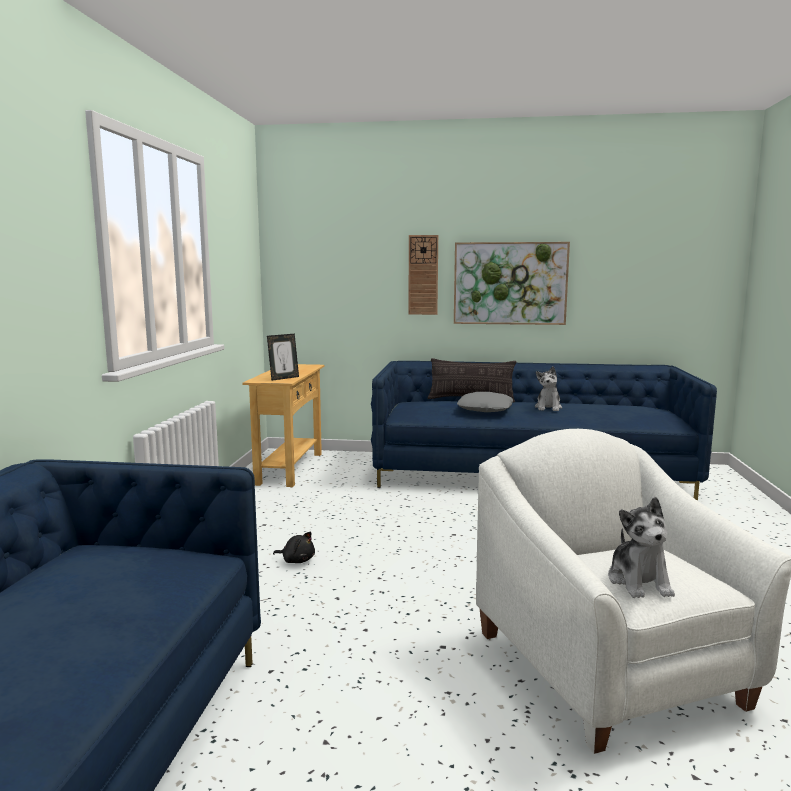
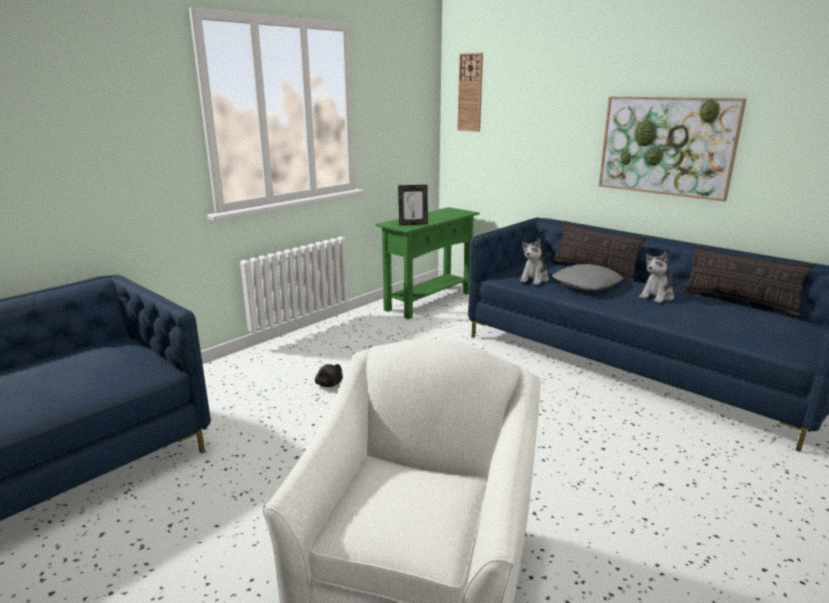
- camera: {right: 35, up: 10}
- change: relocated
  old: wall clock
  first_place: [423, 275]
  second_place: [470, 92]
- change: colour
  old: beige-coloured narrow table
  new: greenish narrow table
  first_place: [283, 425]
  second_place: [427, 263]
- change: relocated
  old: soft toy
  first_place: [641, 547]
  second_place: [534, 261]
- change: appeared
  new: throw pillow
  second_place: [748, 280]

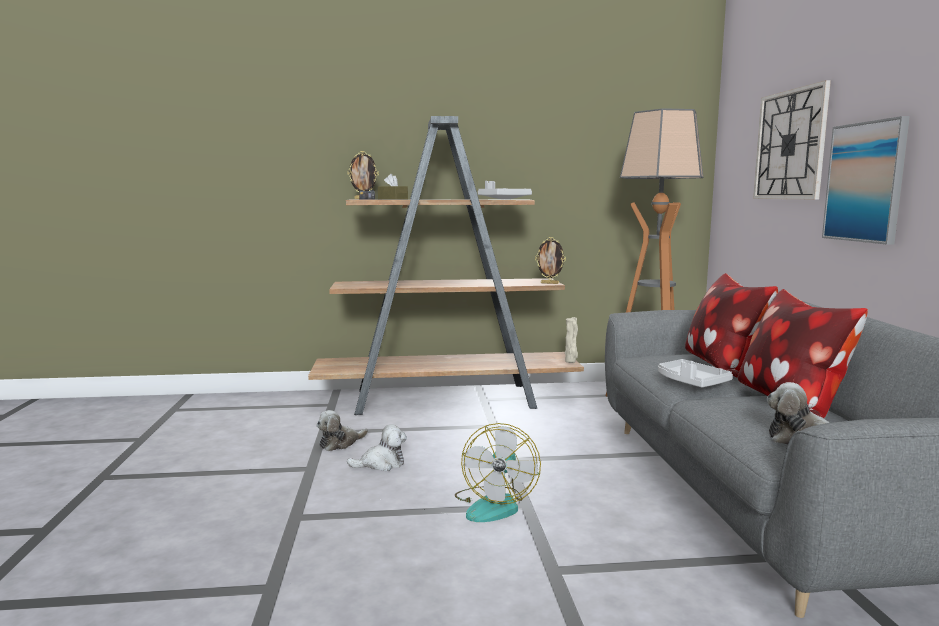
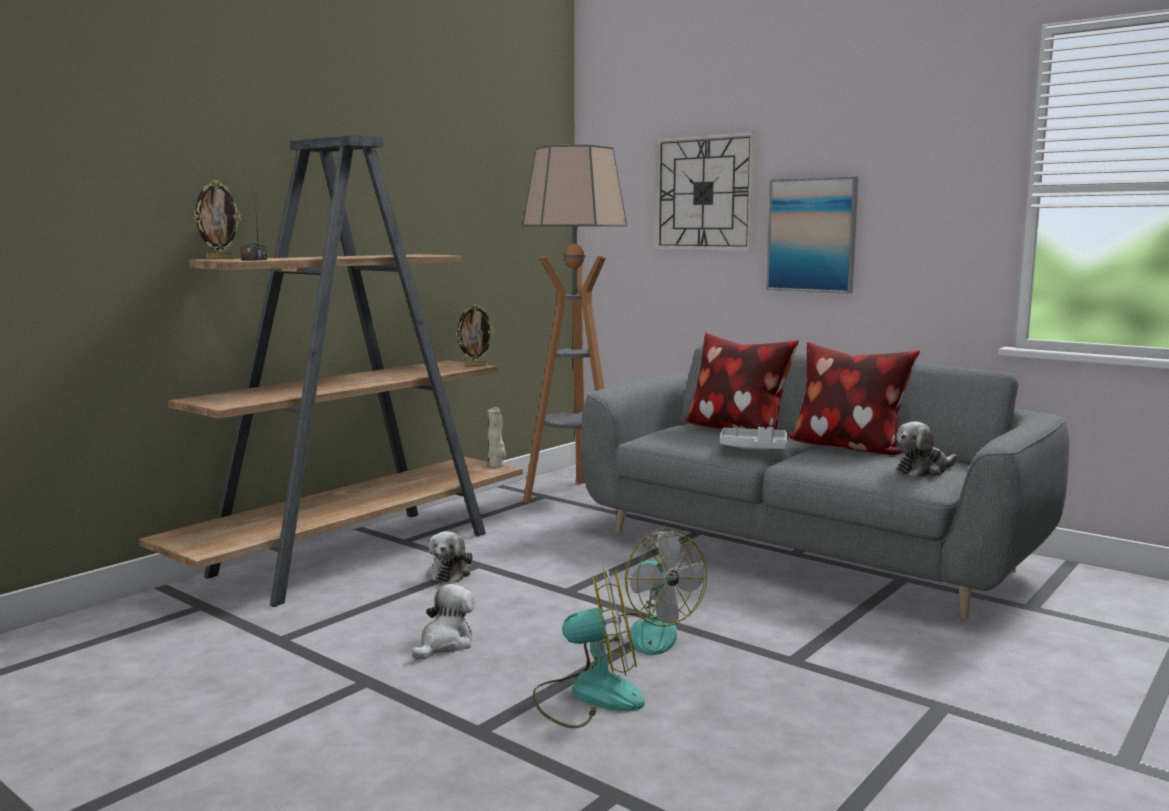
- camera: {right: -45, up: 0}
- change: missing
  old: brownish tissue holder
  first_place: [393, 187]
- change: missing
  old: gray tray
  first_place: [505, 190]
- change: relocated
  old: soft toy
  first_place: [342, 430]
  second_place: [450, 556]
- change: appeared
  new: fan
  second_place: [589, 647]

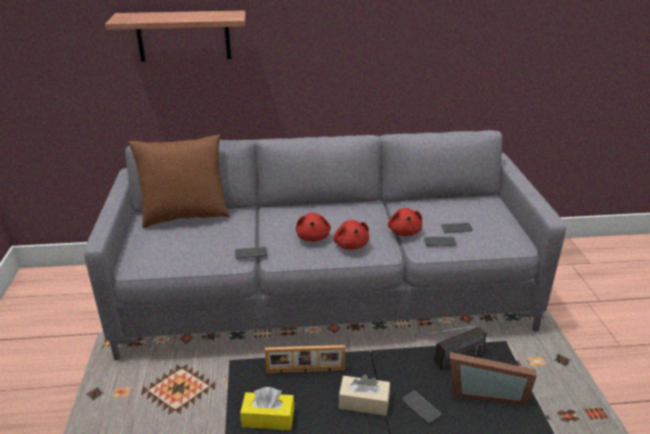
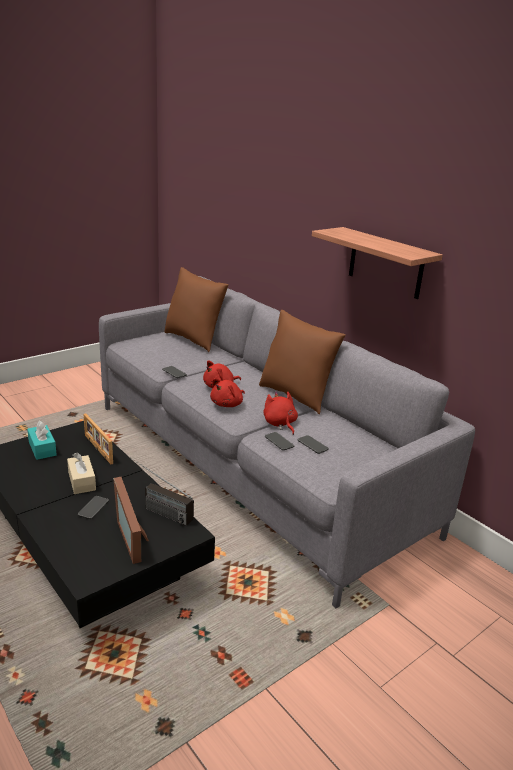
- camera: {right: 55, up: -5}
- change: relocated
  old: shelf
  first_place: [175, 35]
  second_place: [377, 263]
- change: spun
  old: reddish soft toy
  first_place: [405, 222]
  second_place: [281, 413]
  degrees: 105
- change: colour
  old: yellow-coloured tissue holder
  new: turquoise tissue holder
  first_place: [267, 408]
  second_place: [42, 440]
- change: appeared
  new: brownish throw pillow
  second_place: [302, 362]

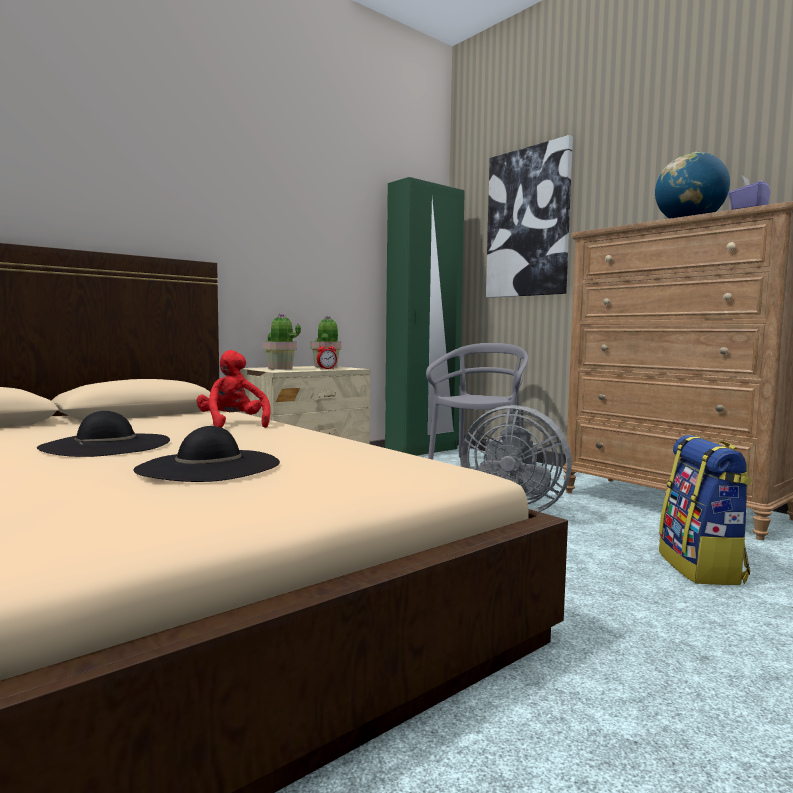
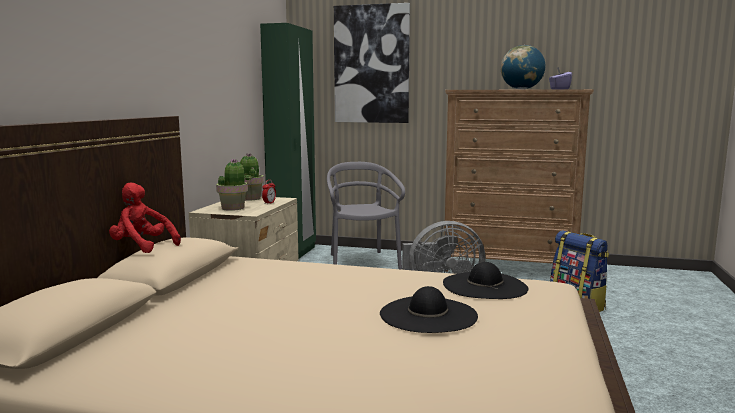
- camera: {right: -35, up: 5}
- change: relocated
  old: reddish soft toy
  first_place: [233, 389]
  second_place: [145, 217]
- change: relocated
  old: black-coloured wearable hat
  first_place: [103, 434]
  second_place: [485, 280]

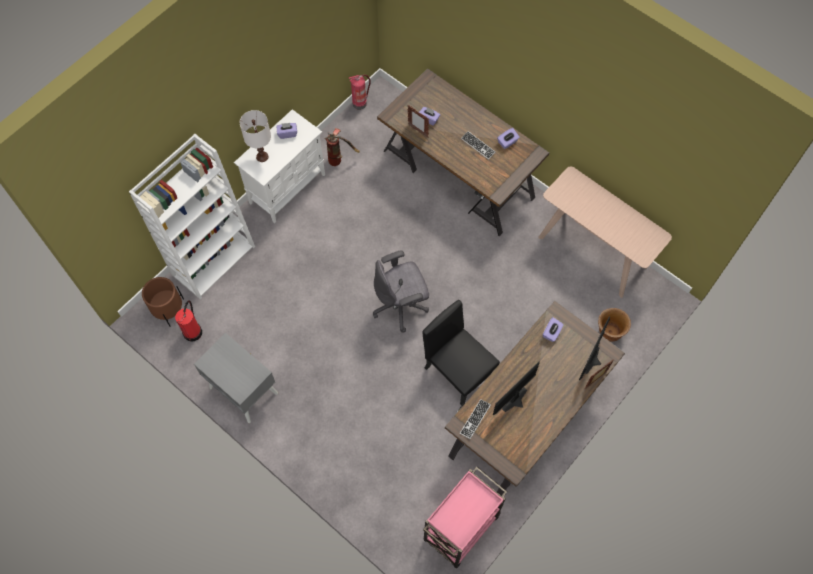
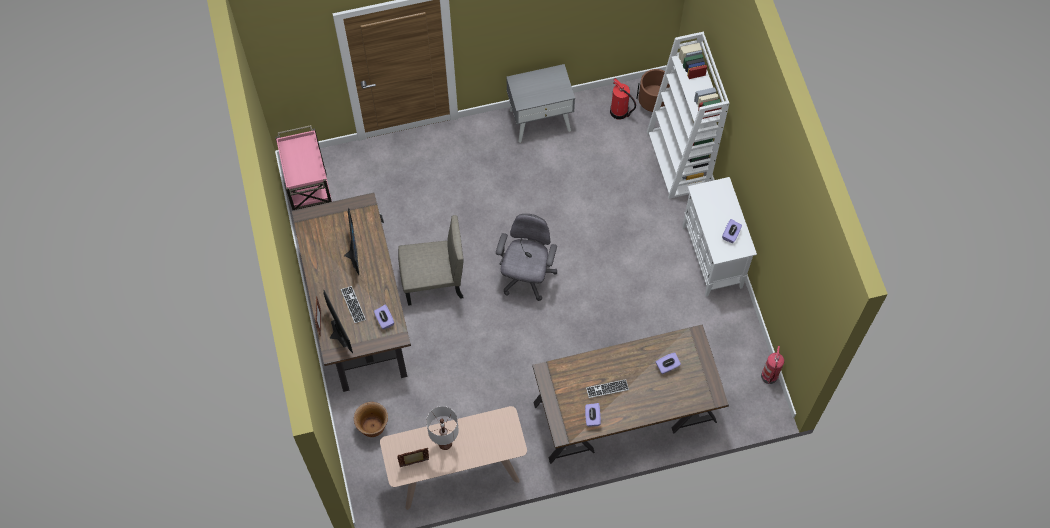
- camera: {right: 125, up: 0}
- change: relocated
  old: picture frame
  first_place: [418, 121]
  second_place: [413, 457]
- change: relocated
  old: whitish tabletop lamp
  first_place: [255, 136]
  second_place: [442, 428]
- change: missing
  old: extinguisher
  first_place: [342, 147]
- change: colour
  old: black-coloured upright chair
  new: beige-coloured upright chair
  first_place: [461, 353]
  second_place: [431, 260]
- change: relocated
  old: keyboard
  first_place: [475, 419]
  second_place: [353, 304]

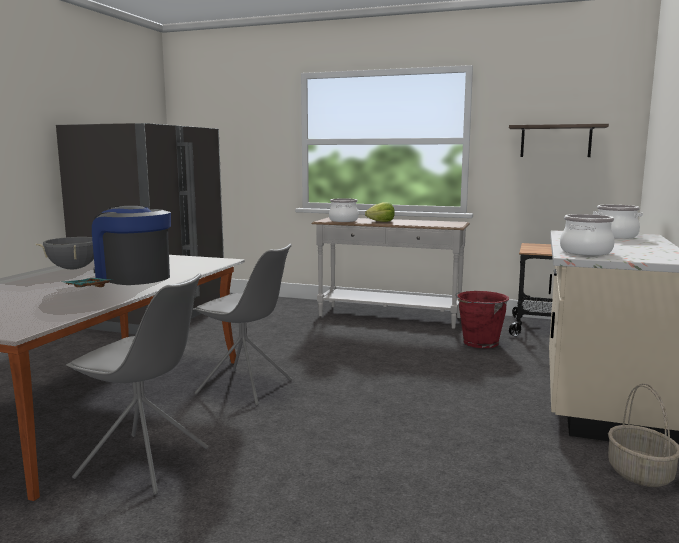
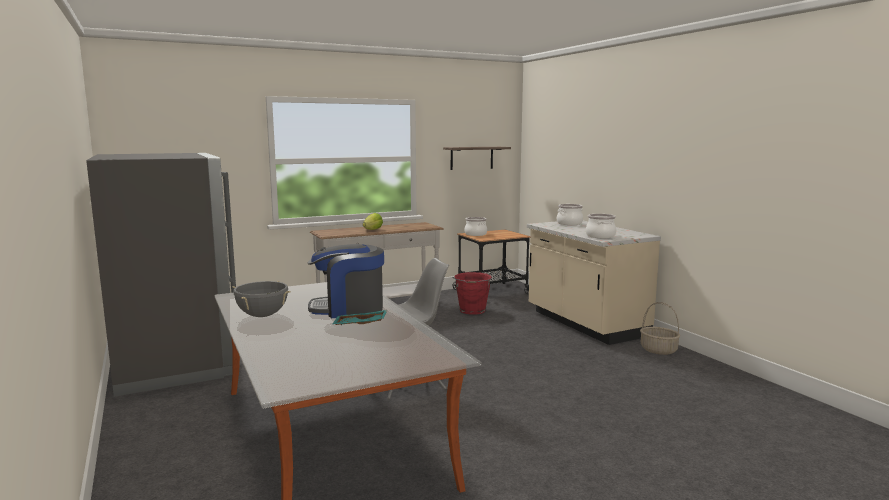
- camera: {right: -45, up: 0}
- change: relocated
  old: cooking pot
  first_place: [344, 210]
  second_place: [476, 226]
- change: missing
  old: gray upright chair
  first_place: [137, 384]

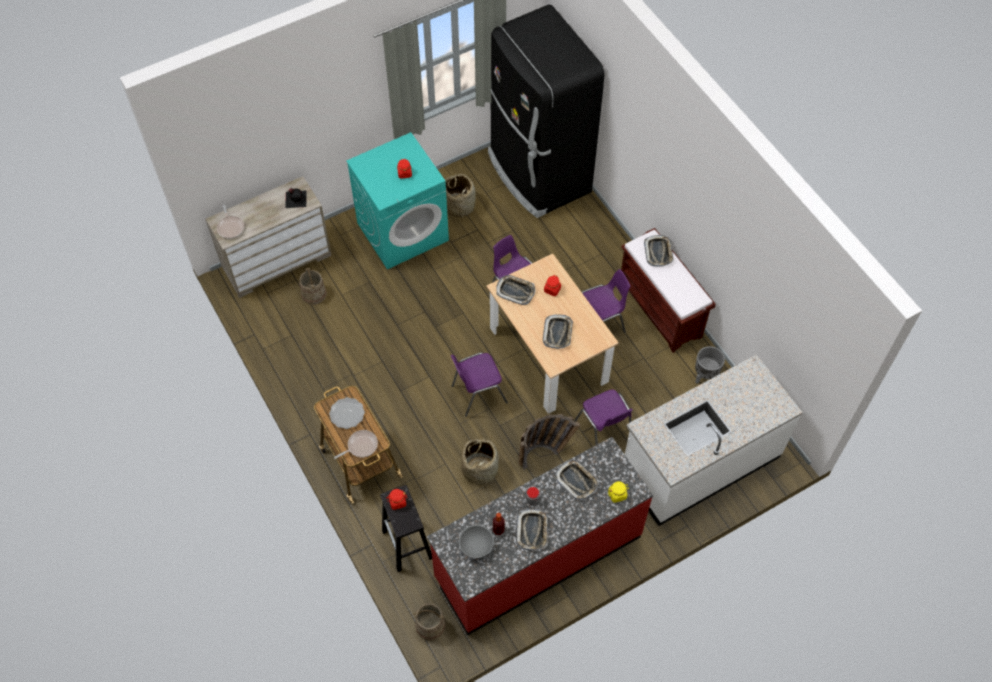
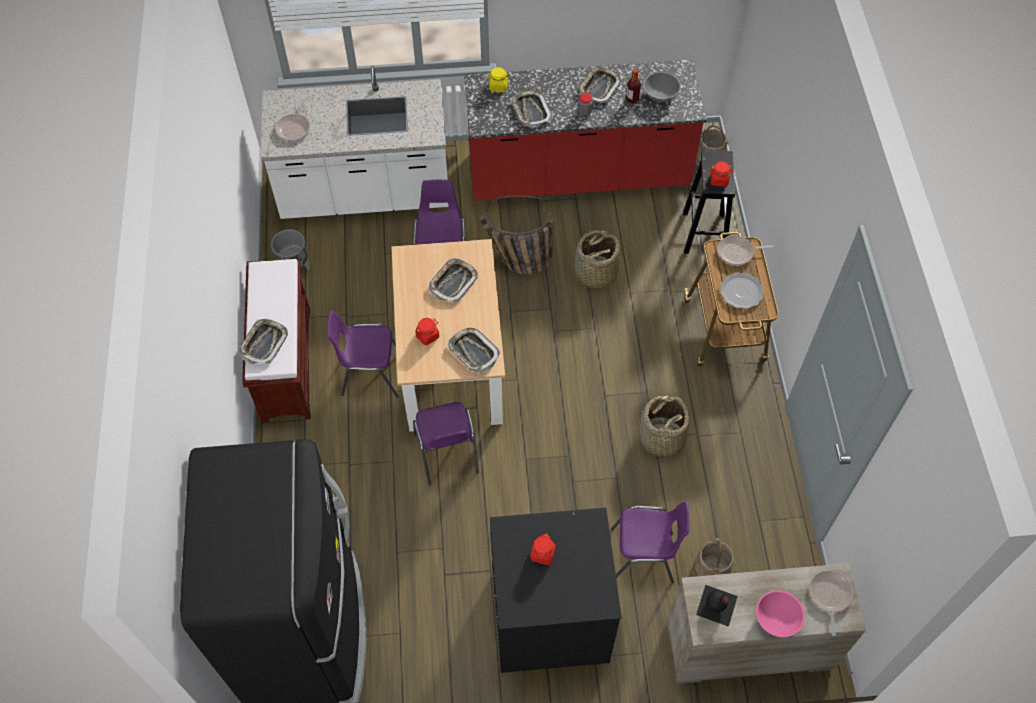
- camera: {right: -155, up: 0}
- change: colour
  old: turquoise laundry machine
  new: black-coloured laundry machine
  first_place: [397, 200]
  second_place: [556, 590]
- change: relocated
  old: storage basket
  first_place: [460, 196]
  second_place: [664, 429]
- change: relocated
  old: purple-coloured upright chair
  first_place: [479, 384]
  second_place: [650, 542]
- change: appeared
  new: skillet
  second_place: [292, 121]
- change: appeared
  new: pink serving bowl
  second_place: [780, 613]

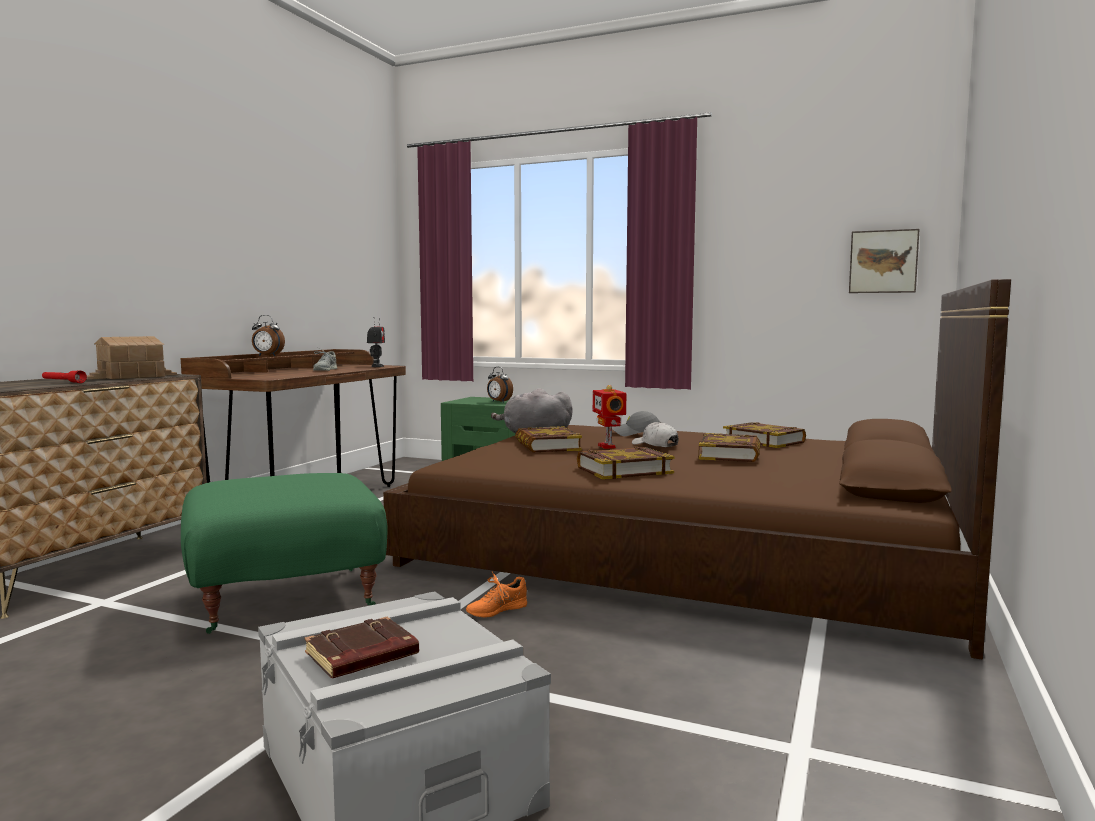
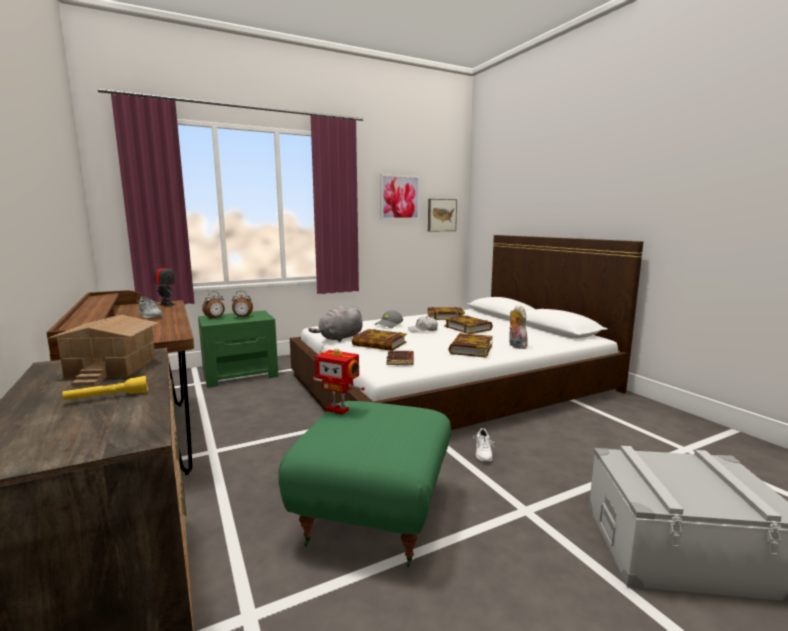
- camera: {right: -50, up: 5}
- change: colour
  old: brownish sleeping bed
  new: whitish sleeping bed
  first_place: [697, 469]
  second_place: [466, 332]
- change: relocated
  old: bedside clock
  first_place: [268, 335]
  second_place: [213, 305]
- change: colour
  old: reddish hand torch
  new: yellow-coloured hand torch
  first_place: [64, 376]
  second_place: [105, 388]
- change: relocated
  old: model robot
  first_place: [609, 417]
  second_place: [339, 382]
- change: colour
  old: orangey shoe
  new: whitish shoe
  first_place: [496, 595]
  second_place: [483, 444]
- change: relocated
  old: brownish book
  first_place: [361, 647]
  second_place: [400, 358]
- change: appeared
  new: wall art
  second_place: [400, 197]
- change: appeared
  new: soft toy
  second_place: [518, 327]

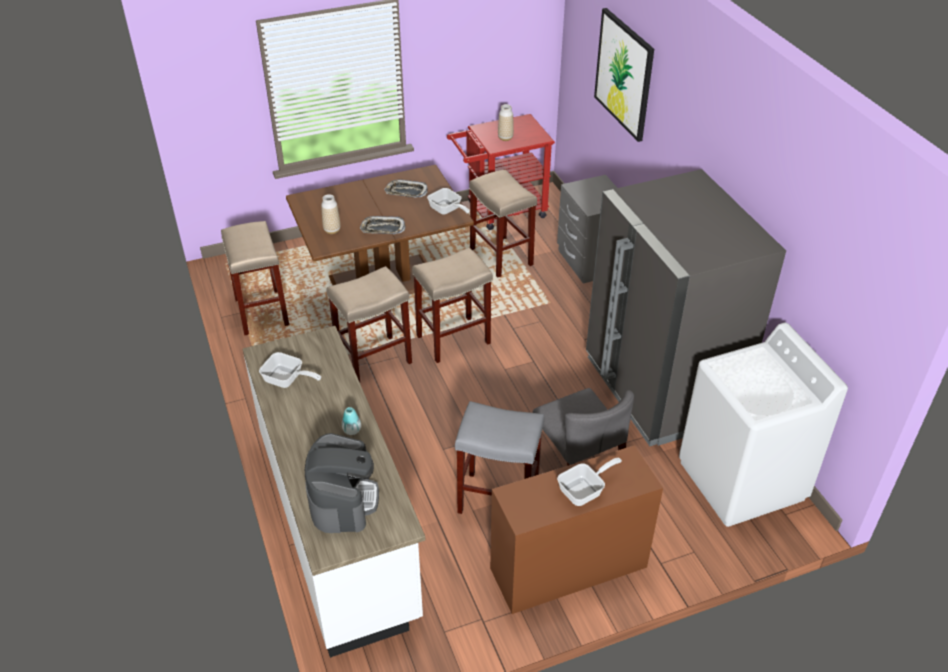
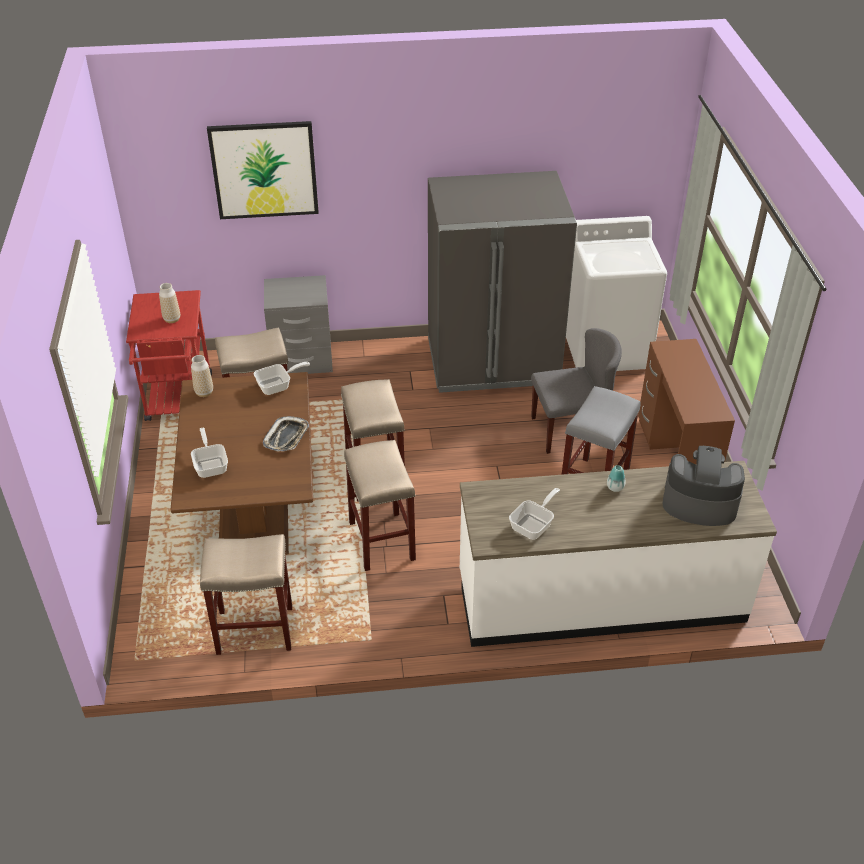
- camera: {right: -75, up: 0}
- change: missing
  old: tray
  first_place: [406, 189]
- change: relocated
  old: decorative vase
  first_place: [331, 214]
  second_place: [202, 376]
- change: relocated
  old: skillet
  first_place: [589, 482]
  second_place: [209, 453]

